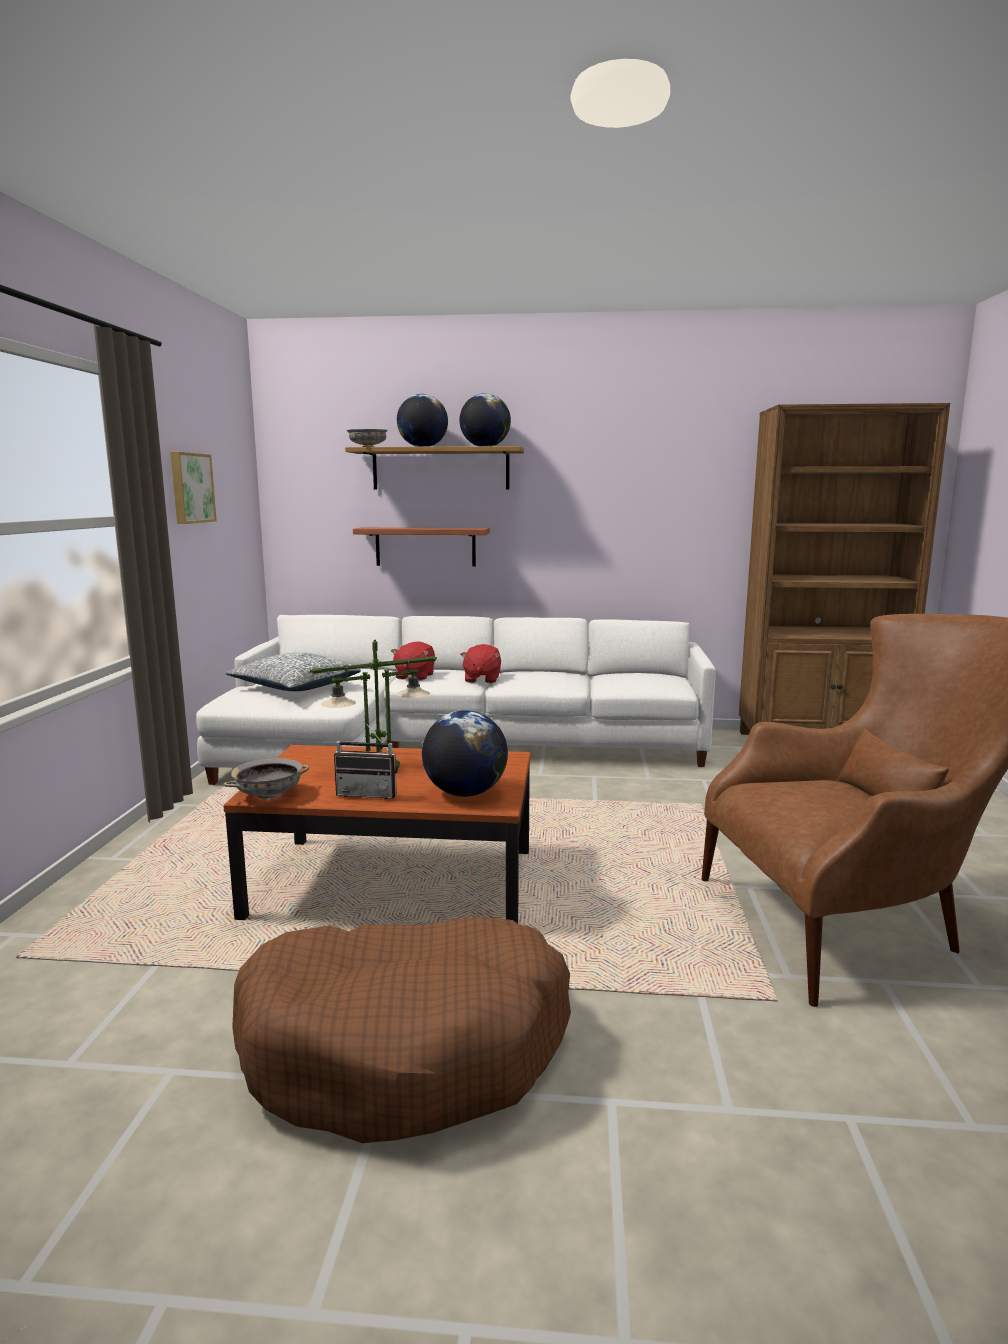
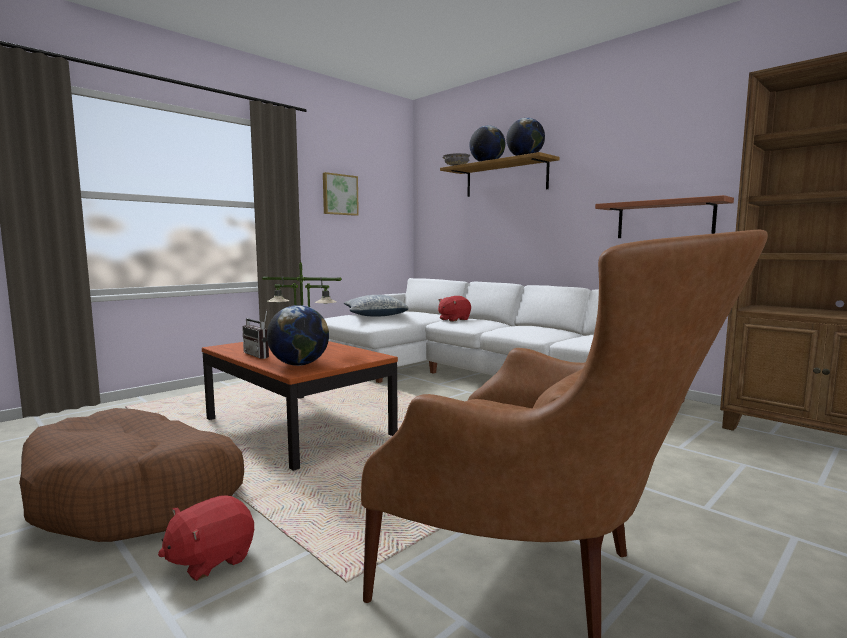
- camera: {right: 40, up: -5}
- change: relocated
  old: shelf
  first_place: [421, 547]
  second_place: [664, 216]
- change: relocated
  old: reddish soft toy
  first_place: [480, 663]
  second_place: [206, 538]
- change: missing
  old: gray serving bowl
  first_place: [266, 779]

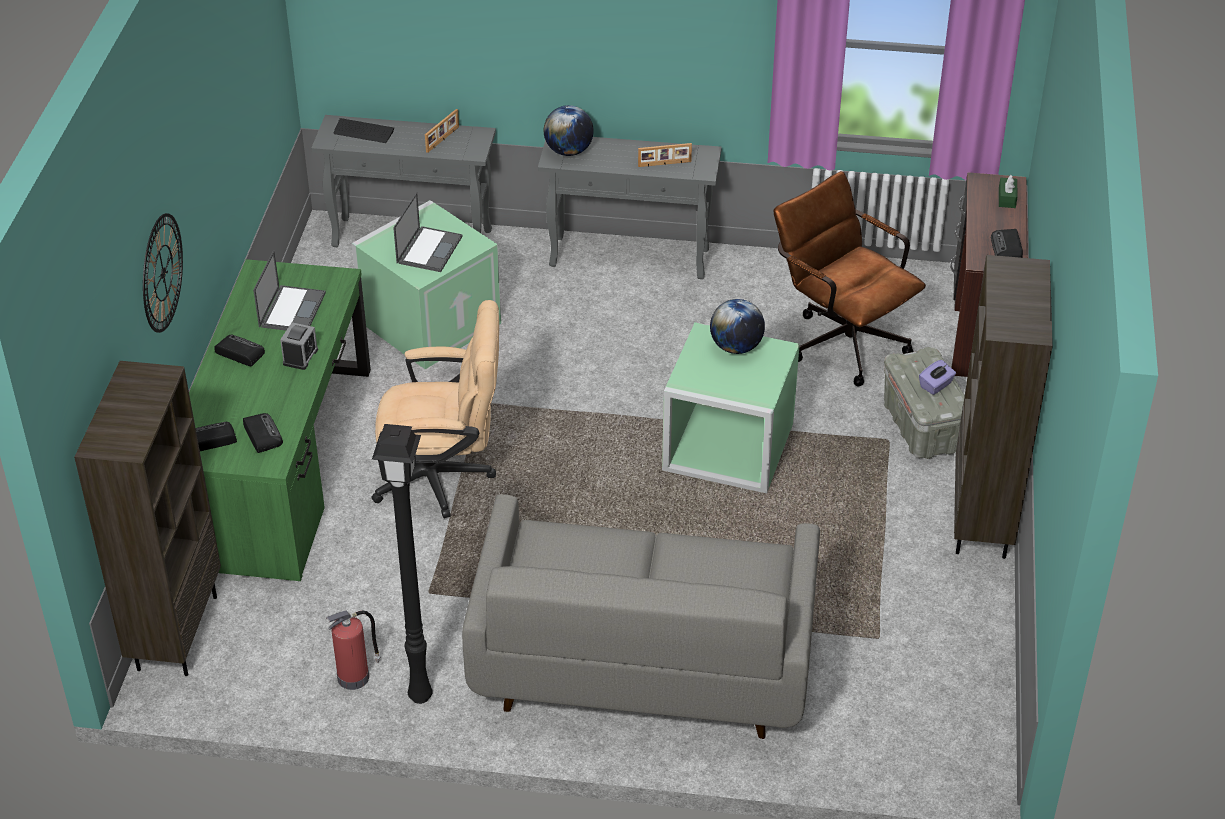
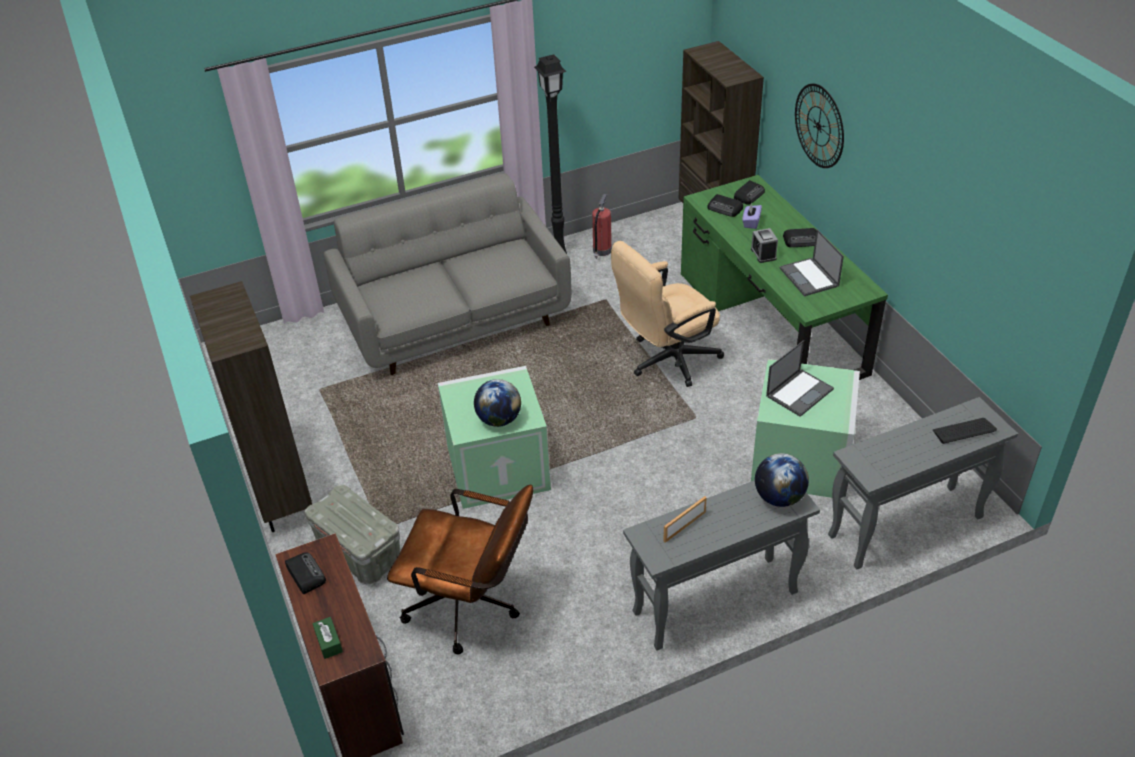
- camera: {right: 150, up: 0}
- change: missing
  old: picture frame
  first_place: [442, 131]
- change: spun
  old: portable computer
  first_place: [428, 232]
  second_place: [800, 378]
  degrees: -120
- change: relocated
  old: purple-coloured tissue holder
  first_place: [937, 377]
  second_place: [752, 216]

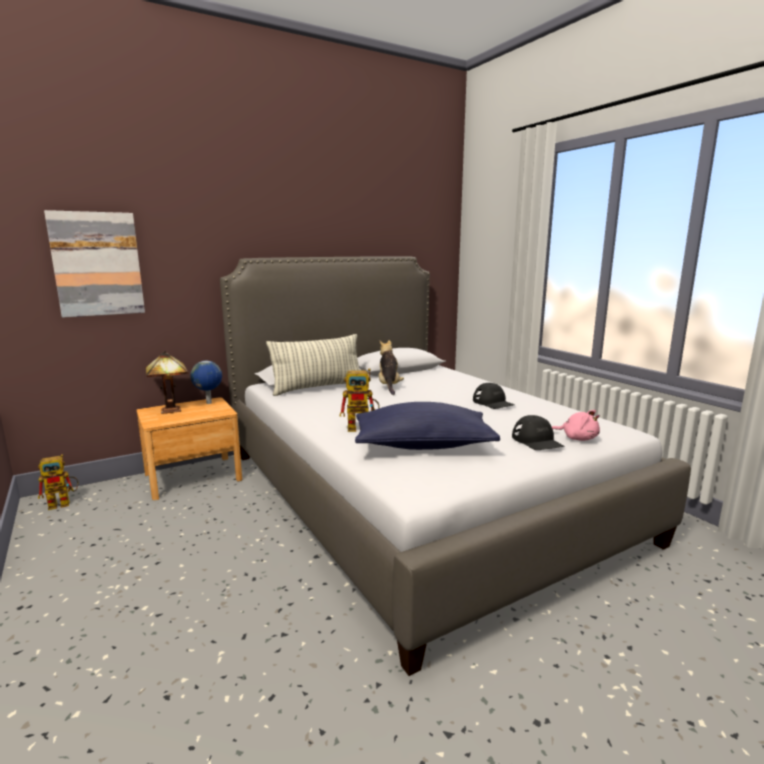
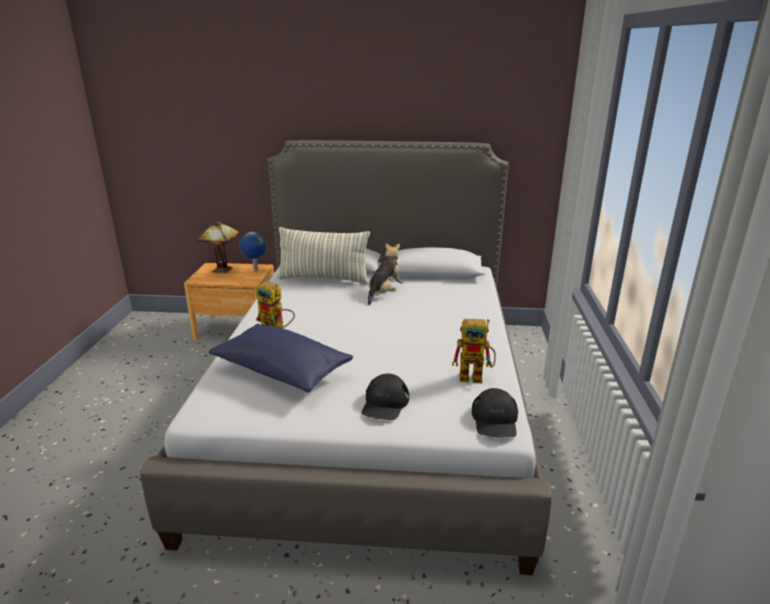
- camera: {right: 35, up: 10}
- change: missing
  old: wall art
  first_place: [94, 264]
- change: relocated
  old: black-coloured peaked cap
  first_place: [494, 396]
  second_place: [495, 412]
- change: missing
  old: pink soft toy
  first_place: [576, 425]
- change: relocated
  old: model robot
  first_place: [58, 482]
  second_place: [474, 351]

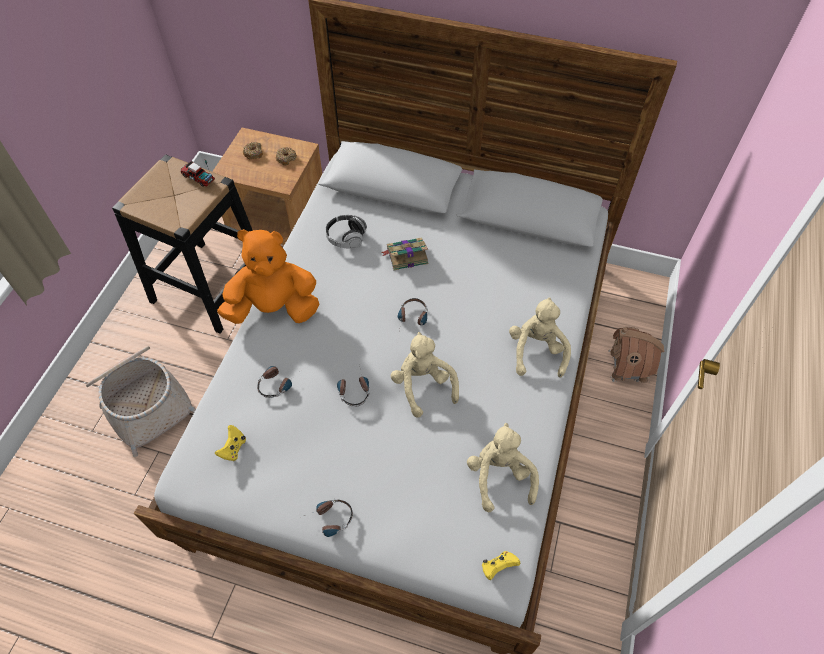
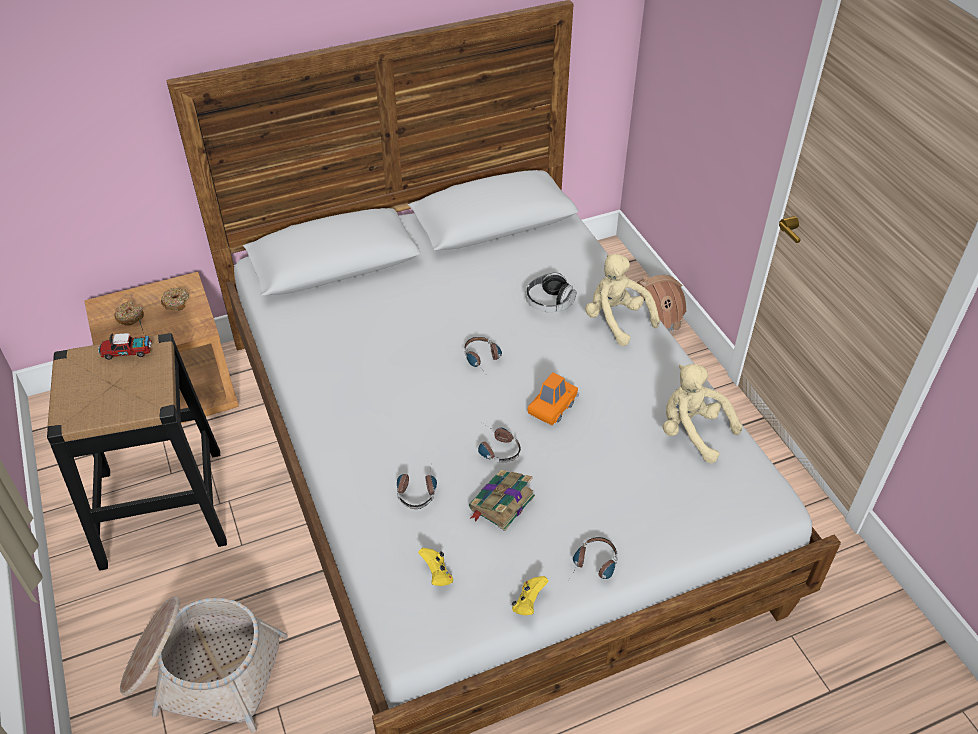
- camera: {right: -40, up: -10}
- change: relocated
  old: headphones
  first_place: [346, 232]
  second_place: [551, 292]
- change: missing
  old: orangey soft toy
  first_place: [268, 276]
- change: relocated
  old: book
  first_place: [404, 254]
  second_place: [502, 500]
- change: exchanged
  old: beige-coloured soft toy
  new: orangey model car
  first_place: [425, 375]
  second_place: [553, 398]
- change: relocated
  old: yellow-coloured joypad
  first_place: [501, 565]
  second_place: [530, 595]

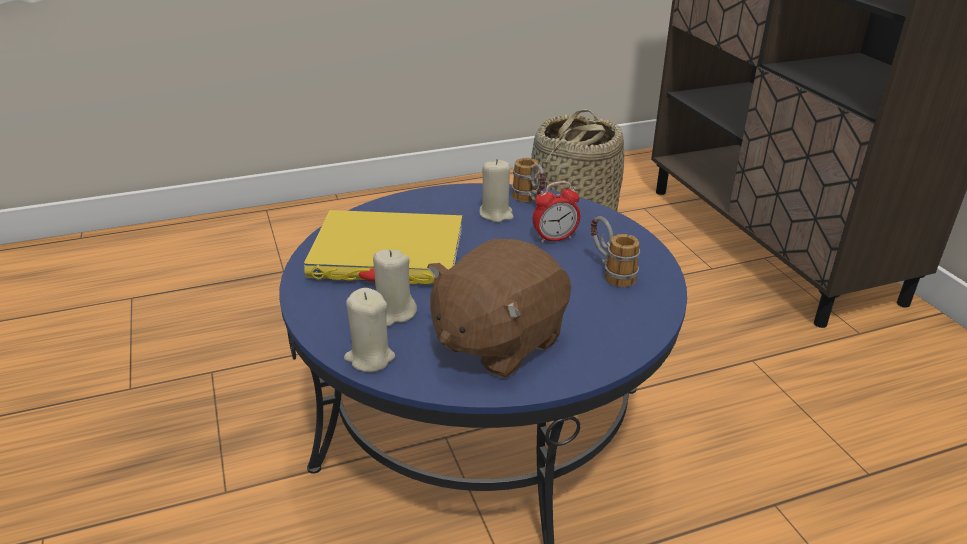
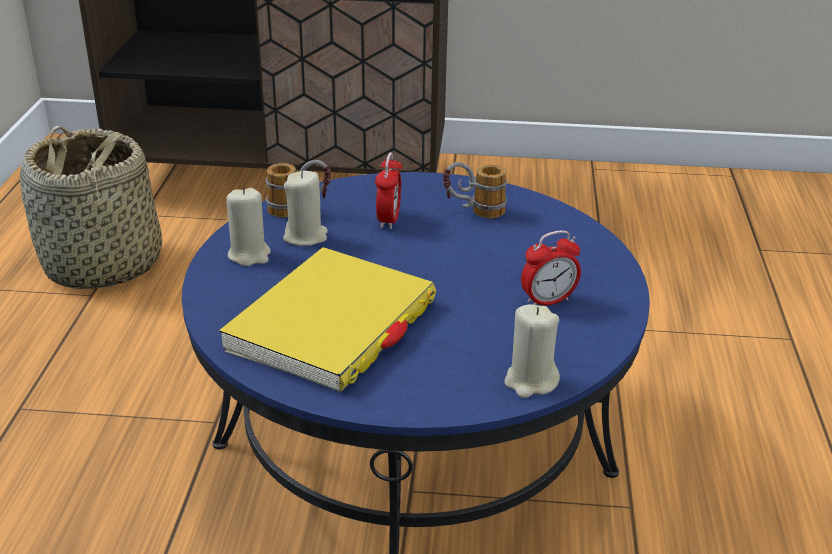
- camera: {right: -65, up: 0}
- change: exchanged
  old: brownish soft toy
  new: bedside clock
  first_place: [499, 308]
  second_place: [551, 267]
- change: relocated
  old: beige-coloured wax candle
  first_place: [395, 287]
  second_place: [248, 227]

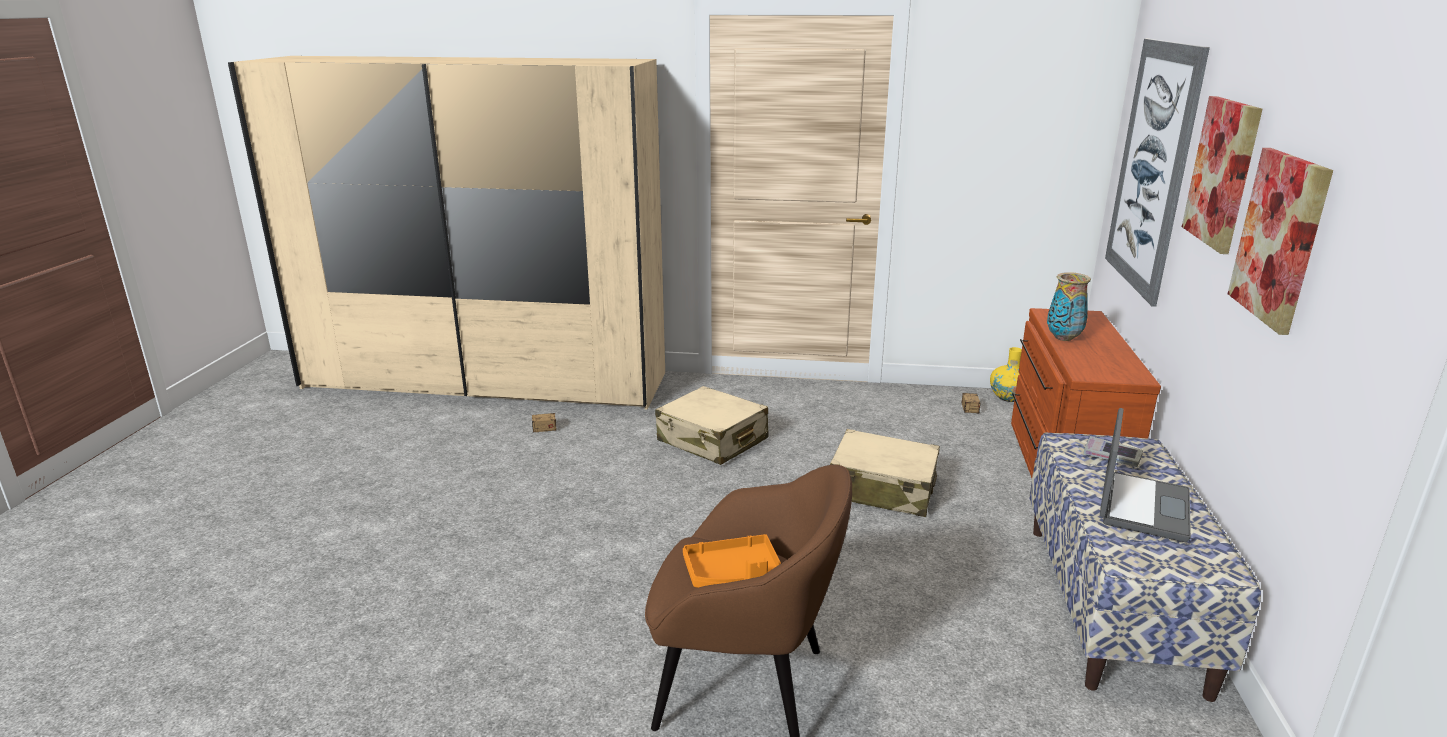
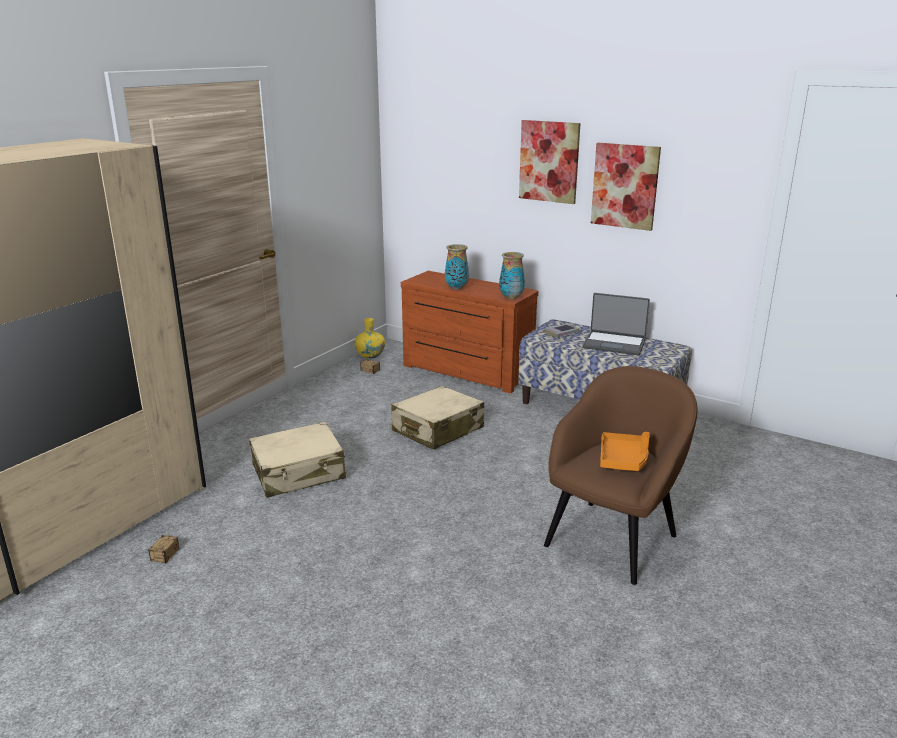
- camera: {right: -65, up: 0}
- change: missing
  old: wall art
  first_place: [1157, 173]
- change: spun
  old: portable computer
  first_place: [1145, 475]
  second_place: [616, 324]
  degrees: 150
- change: appeared
  new: decorative vase
  second_place: [512, 275]

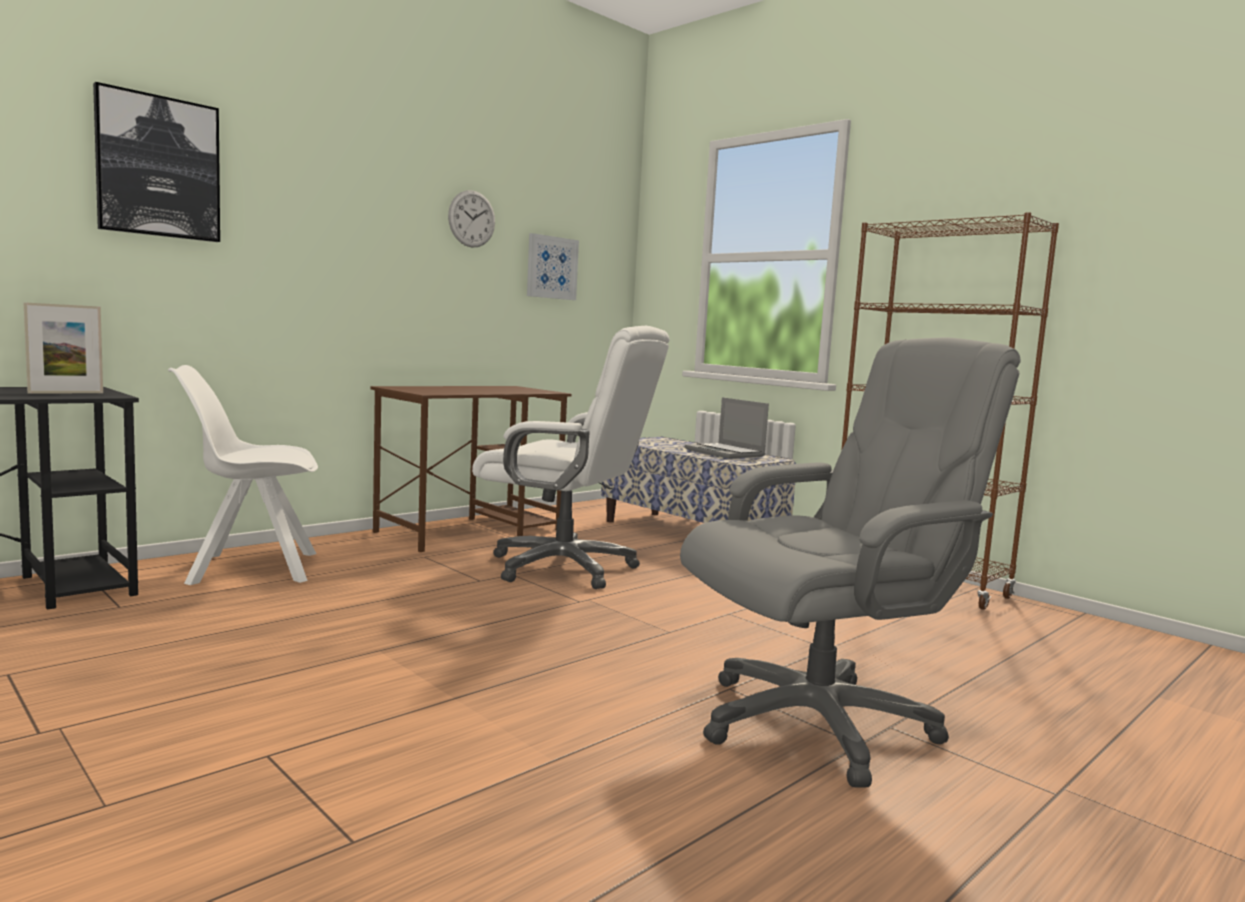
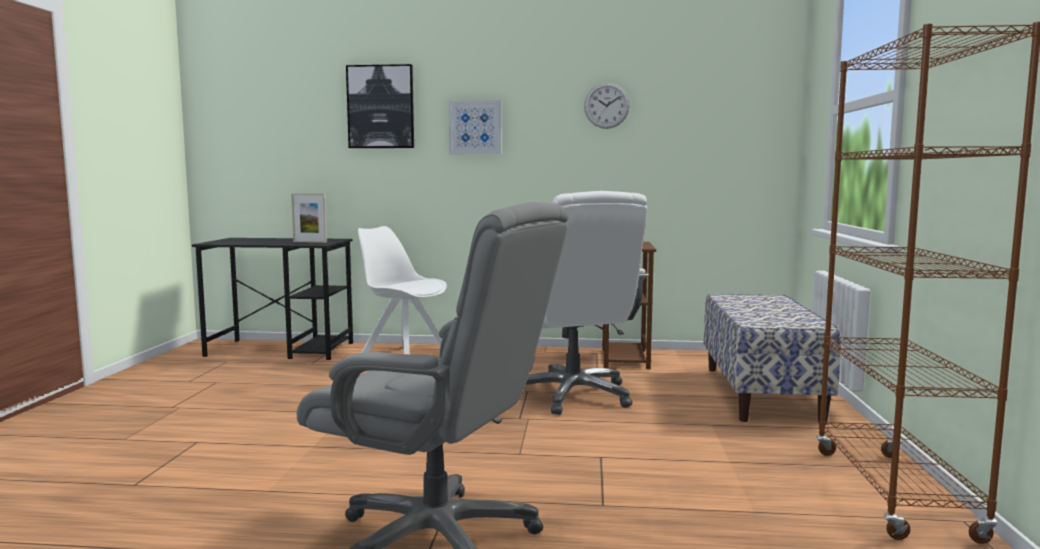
- camera: {right: 50, up: 0}
- change: relocated
  old: wall art
  first_place: [553, 266]
  second_place: [475, 127]
- change: missing
  old: portable computer
  first_place: [727, 428]

